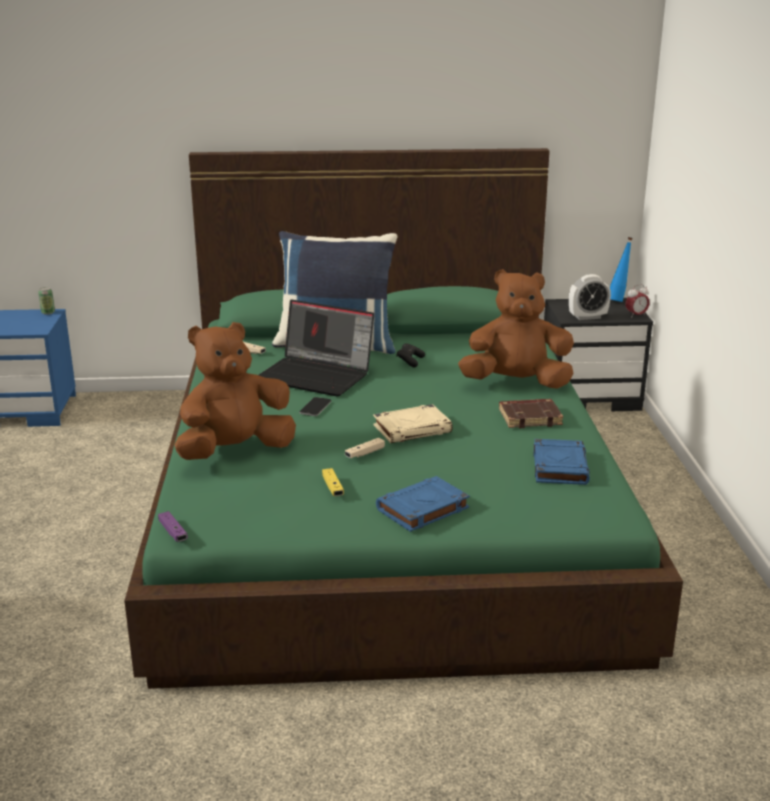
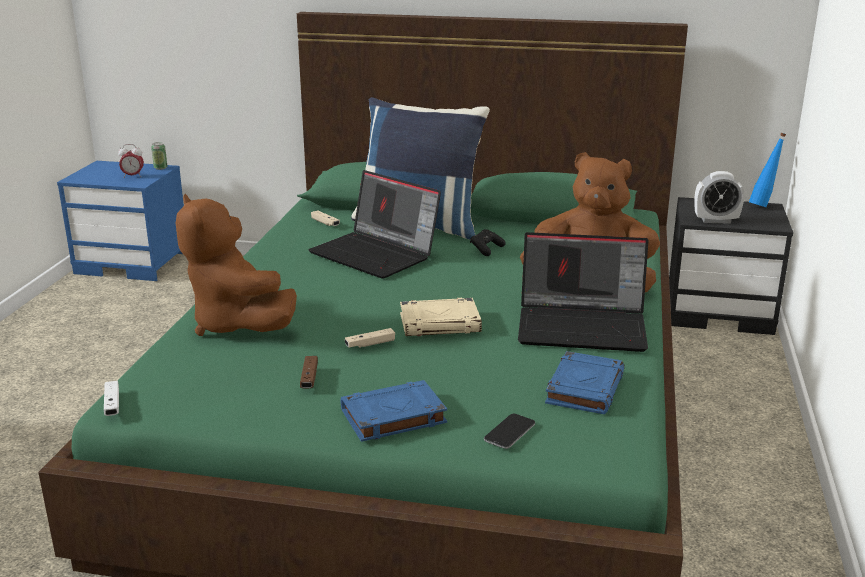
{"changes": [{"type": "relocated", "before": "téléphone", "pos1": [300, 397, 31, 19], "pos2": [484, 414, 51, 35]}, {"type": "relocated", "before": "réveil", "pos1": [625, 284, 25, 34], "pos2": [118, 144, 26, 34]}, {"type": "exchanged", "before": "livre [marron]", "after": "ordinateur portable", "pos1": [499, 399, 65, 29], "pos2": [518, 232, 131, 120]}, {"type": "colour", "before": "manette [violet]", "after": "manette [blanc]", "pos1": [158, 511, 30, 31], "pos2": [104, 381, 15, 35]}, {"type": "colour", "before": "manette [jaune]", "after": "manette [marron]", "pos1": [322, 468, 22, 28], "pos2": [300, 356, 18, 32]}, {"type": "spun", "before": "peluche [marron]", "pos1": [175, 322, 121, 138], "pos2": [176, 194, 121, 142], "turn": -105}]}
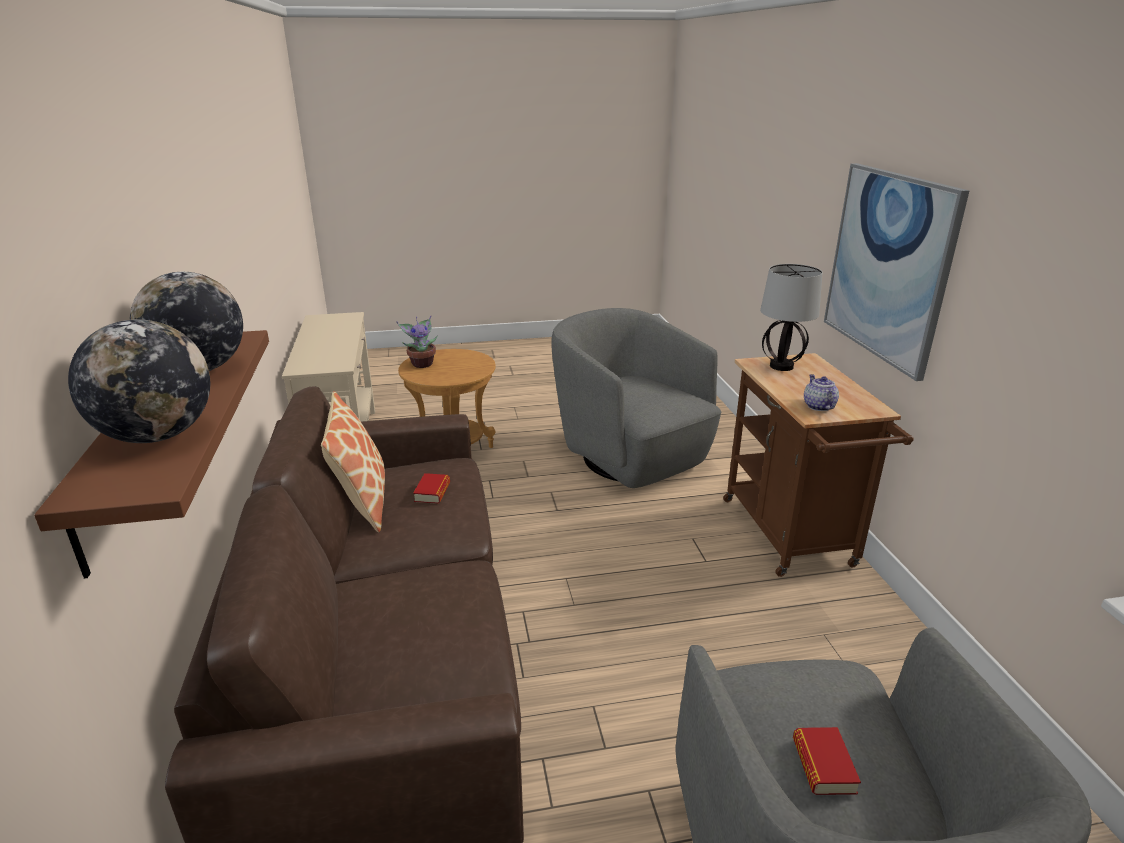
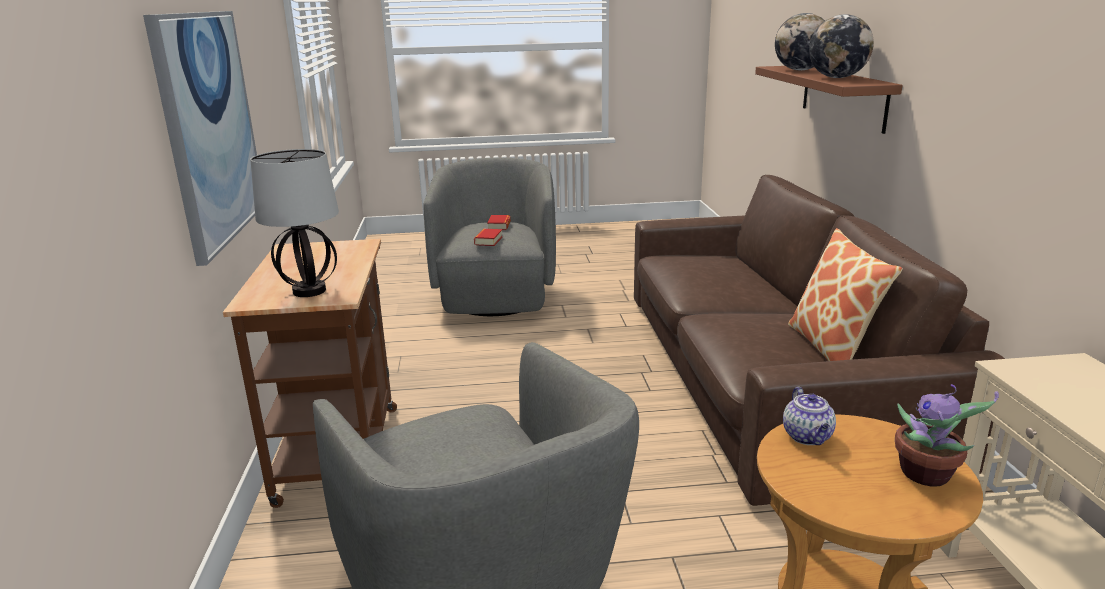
{"changes": [{"type": "relocated", "before": "livre", "pos1": [413, 473, 37, 31], "pos2": [474, 229, 29, 17]}, {"type": "relocated", "before": "théière", "pos1": [804, 374, 35, 37], "pos2": [783, 387, 53, 58]}]}
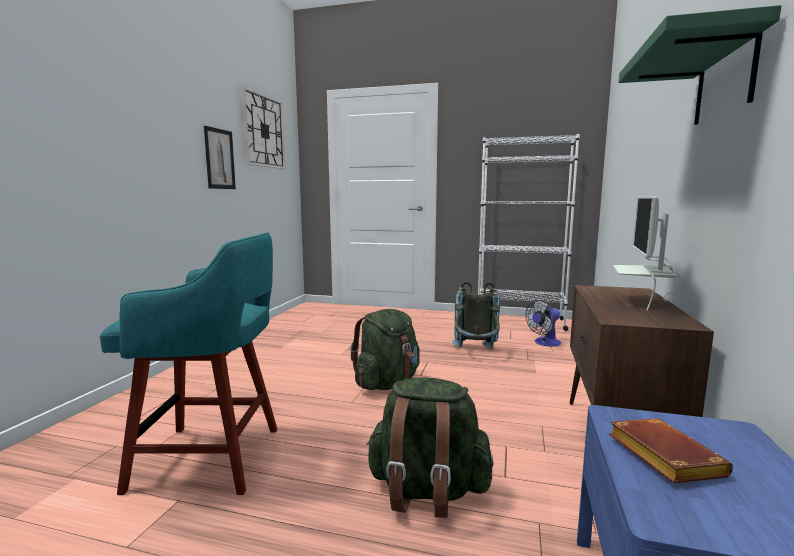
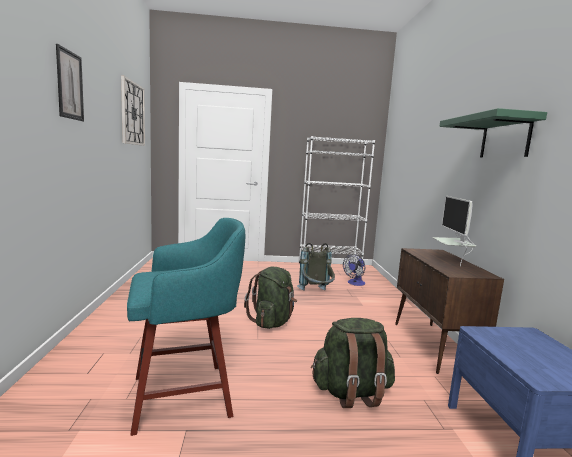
{"changes": [{"type": "missing", "before": "livre [marron]", "pos1": [609, 418, 124, 65]}, {"type": "relocated", "before": "tableau", "pos1": [204, 126, 32, 63], "pos2": [56, 44, 28, 77]}]}
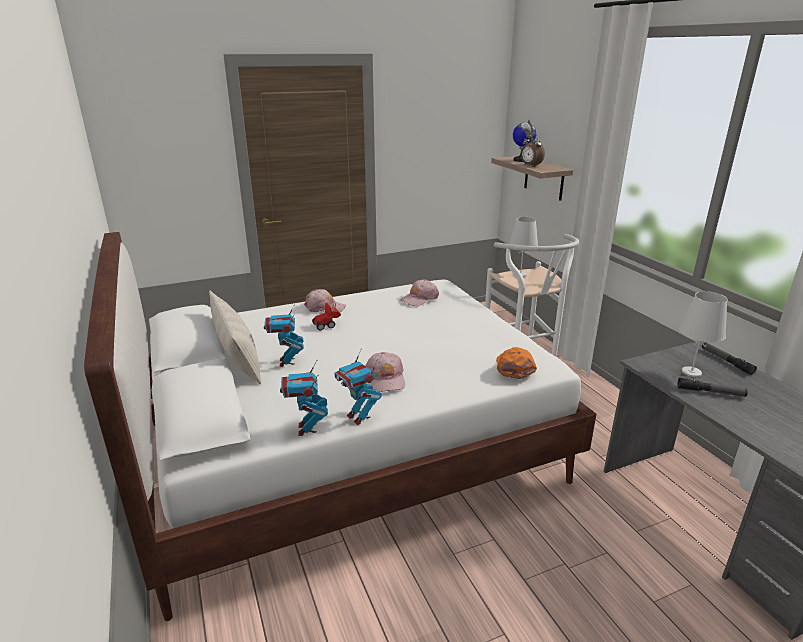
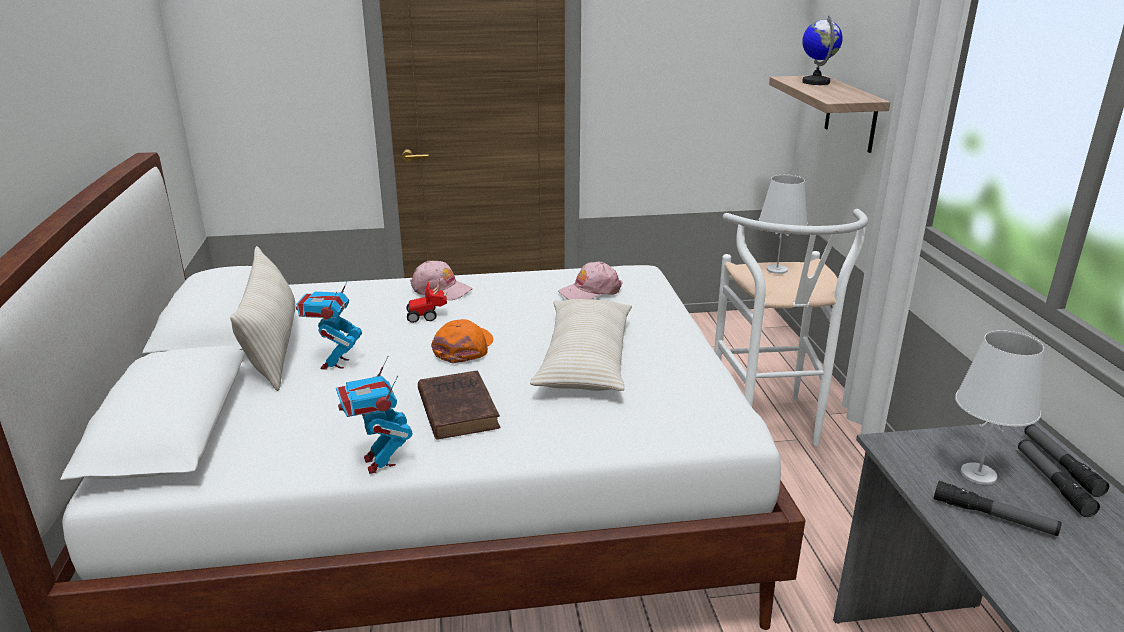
{"changes": [{"type": "missing", "before": "robot jouet", "pos1": [280, 361, 48, 75]}, {"type": "missing", "before": "réveil", "pos1": [520, 133, 25, 34]}, {"type": "appeared", "after": "coussin [beige]", "pos2": [530, 299, 102, 92]}, {"type": "appeared", "after": "lampe de poche", "pos2": [1018, 440, 82, 77]}, {"type": "relocated", "before": "casquette [orange]", "pos1": [496, 347, 41, 32], "pos2": [431, 319, 62, 45]}, {"type": "exchanged", "before": "casquette [rose]", "after": "livre [marron]", "pos1": [365, 352, 40, 40], "pos2": [418, 371, 82, 69]}]}
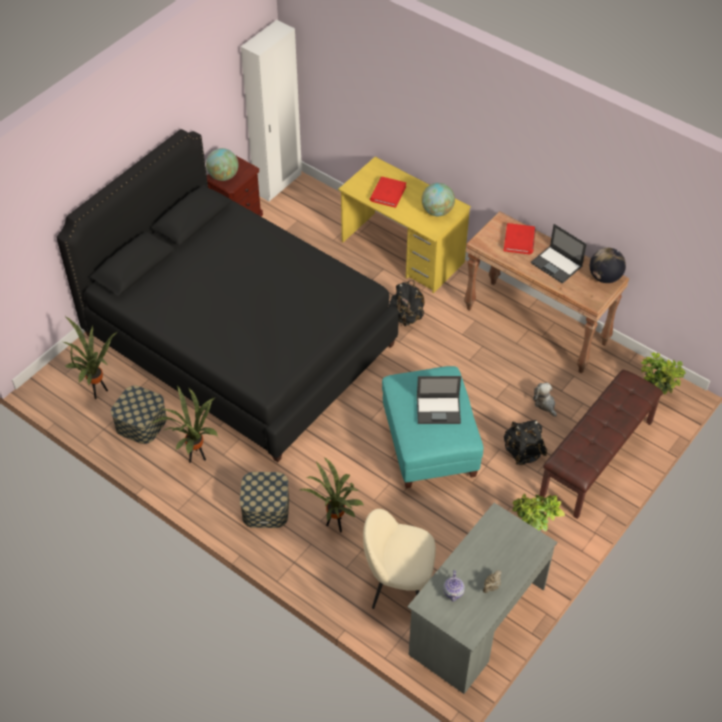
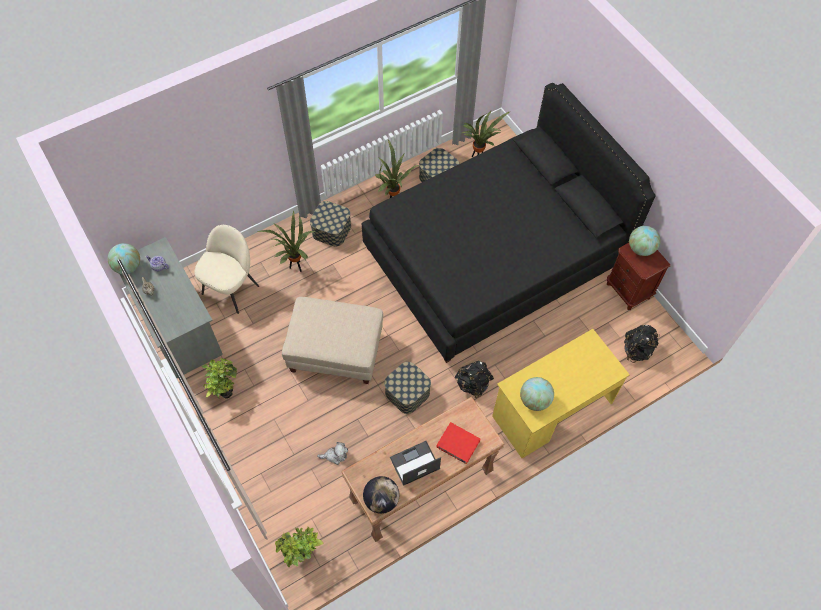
{"changes": [{"type": "missing", "before": "armoire [blanc]", "pos1": [241, 20, 61, 182]}, {"type": "missing", "before": "livre [rouge]", "pos1": [370, 177, 36, 31]}, {"type": "missing", "before": "ordinateur portable", "pos1": [417, 376, 44, 48]}, {"type": "missing", "before": "banc [marron]", "pos1": [539, 370, 124, 149]}, {"type": "appeared", "after": "globe", "pos2": [108, 243, 32, 31]}, {"type": "appeared", "after": "boîte de rangement", "pos2": [384, 362, 47, 52]}, {"type": "relocated", "before": "sac à dos [noir]", "pos1": [504, 420, 44, 45], "pos2": [624, 325, 35, 38]}, {"type": "colour", "before": "pouf [turquoise]", "after": "pouf [beige]", "pos1": [382, 366, 101, 122], "pos2": [282, 297, 101, 87]}]}
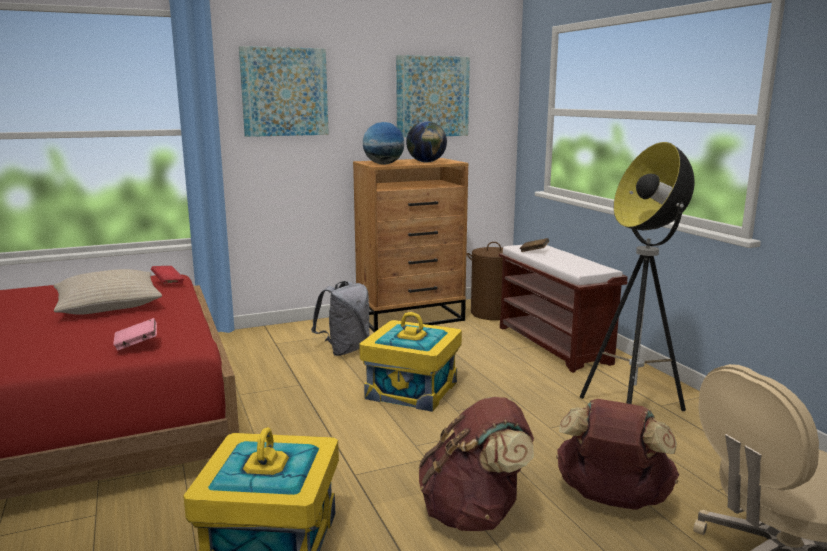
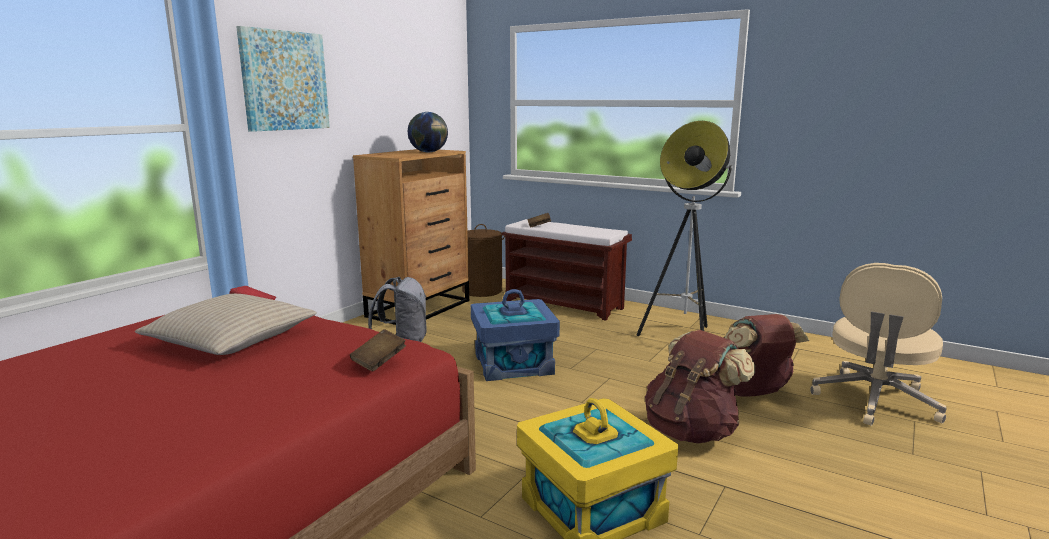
{"changes": [{"type": "missing", "before": "globe", "pos1": [363, 122, 41, 43]}, {"type": "missing", "before": "tableau", "pos1": [396, 55, 74, 82]}, {"type": "colour", "before": "livre [rose]", "after": "livre [marron]", "pos1": [113, 318, 44, 32], "pos2": [350, 329, 56, 43]}, {"type": "colour", "before": "boîte de rangement [jaune]", "after": "boîte de rangement [bleu]", "pos1": [359, 312, 103, 100], "pos2": [471, 289, 89, 92]}]}
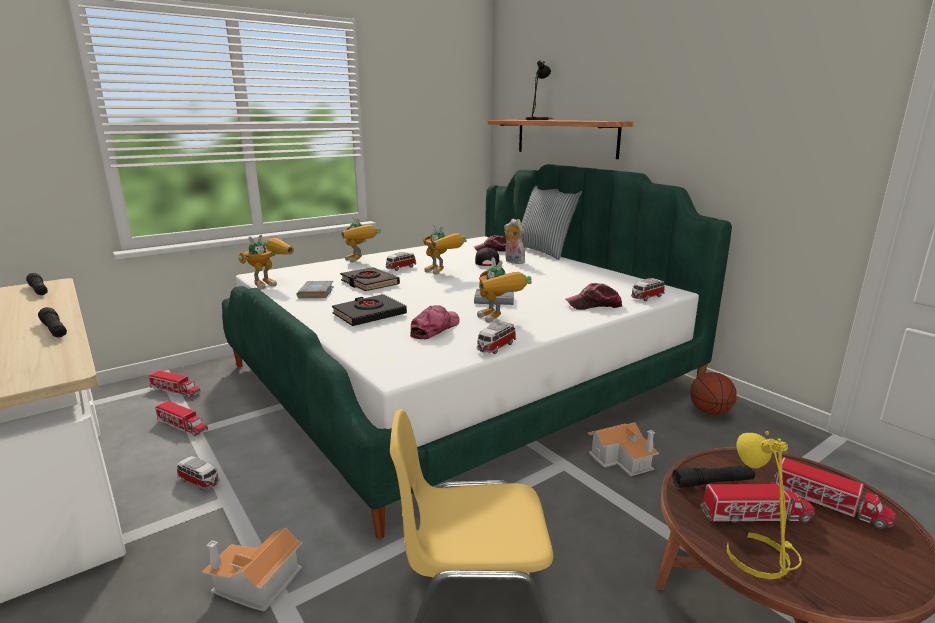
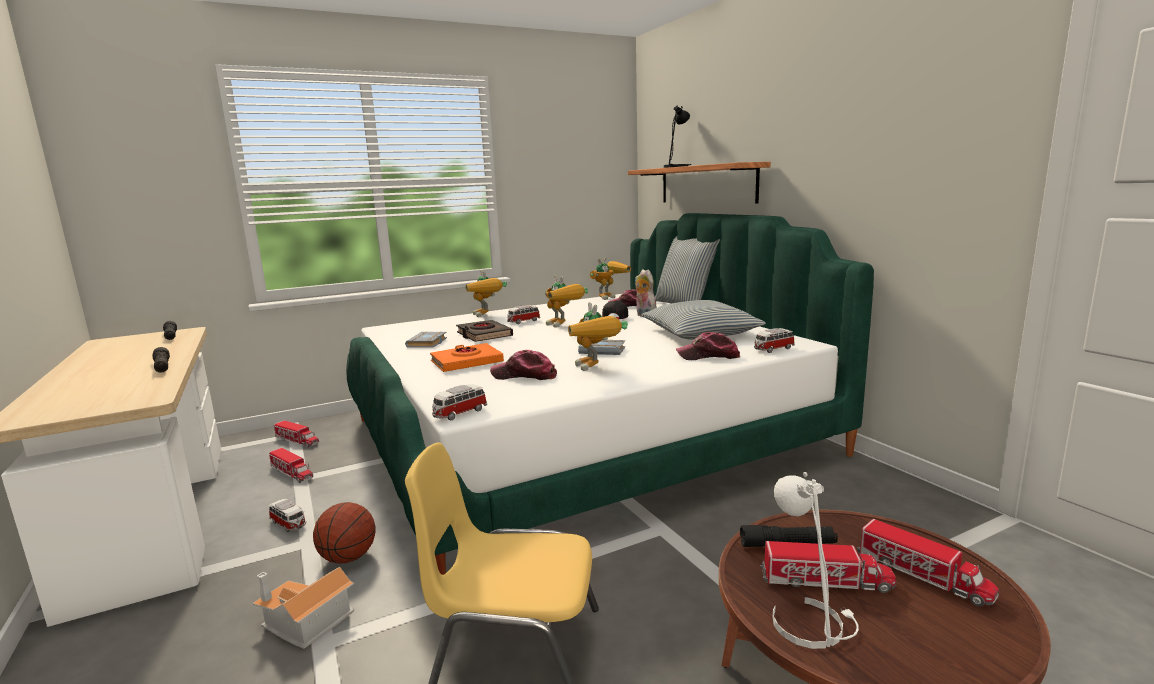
{"changes": [{"type": "missing", "before": "maison miniature", "pos1": [588, 422, 71, 54]}, {"type": "appeared", "after": "coussin", "pos2": [642, 300, 124, 40]}, {"type": "relocated", "before": "robot jouet", "pos1": [238, 235, 56, 55], "pos2": [590, 257, 41, 43]}, {"type": "relocated", "before": "petite voiture", "pos1": [477, 321, 39, 33], "pos2": [432, 384, 55, 36]}, {"type": "relocated", "before": "ballon de basket", "pos1": [690, 372, 47, 43], "pos2": [313, 502, 62, 62]}, {"type": "colour", "before": "livre [noir]", "after": "livre [orange]", "pos1": [332, 294, 75, 32], "pos2": [430, 343, 74, 29]}, {"type": "colour", "before": "lampe de table [jaune]", "after": "lampe de table [blanc]", "pos1": [727, 431, 75, 148], "pos2": [773, 472, 86, 177]}, {"type": "spun", "before": "casquette", "pos1": [410, 305, 49, 34], "pos2": [490, 350, 67, 30], "turn": -120}]}
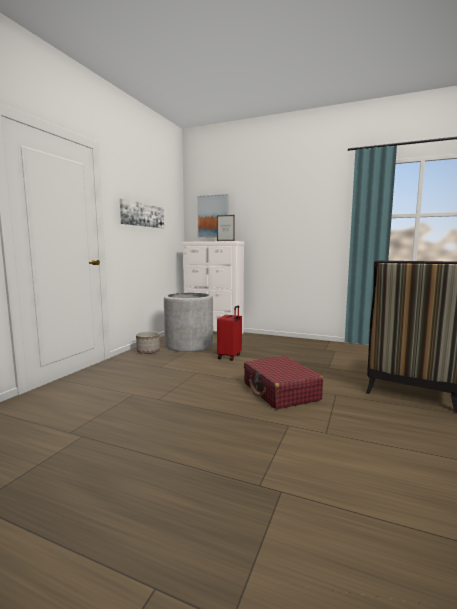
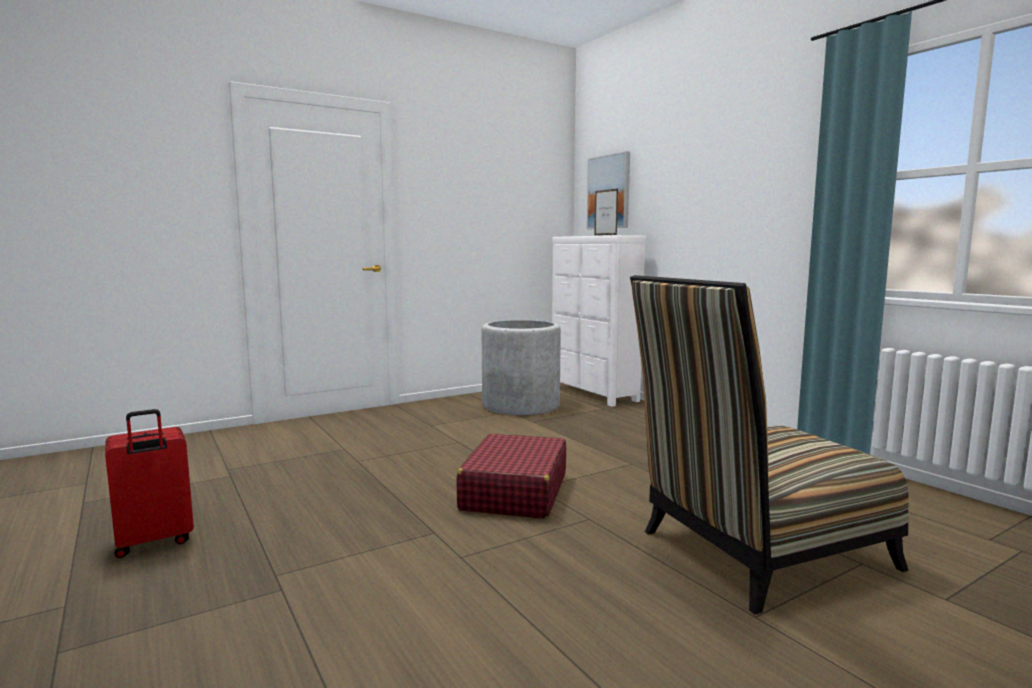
{"changes": [{"type": "missing", "before": "tableau", "pos1": [120, 199, 44, 29]}, {"type": "missing", "before": "cache-pot", "pos1": [136, 331, 24, 23]}, {"type": "relocated", "before": "valise [rouge]", "pos1": [217, 306, 25, 55], "pos2": [105, 409, 89, 149]}]}
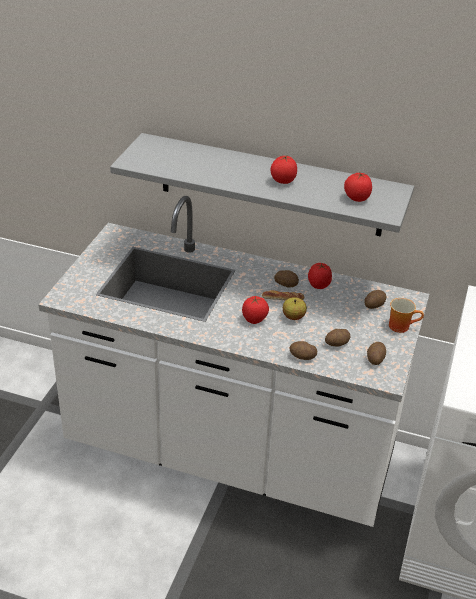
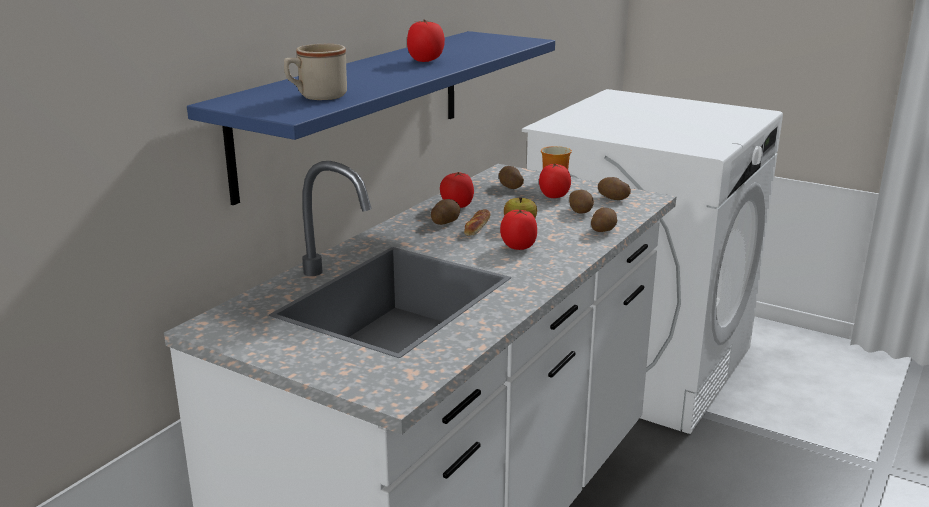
{"changes": [{"type": "appeared", "after": "mug [beige]", "pos2": [284, 44, 63, 56]}, {"type": "relocated", "before": "tomate", "pos1": [344, 172, 28, 30], "pos2": [539, 163, 32, 35]}, {"type": "colour", "before": "étagère [gris]", "after": "étagère [bleu]", "pos1": [110, 133, 304, 104], "pos2": [187, 31, 368, 174]}]}
